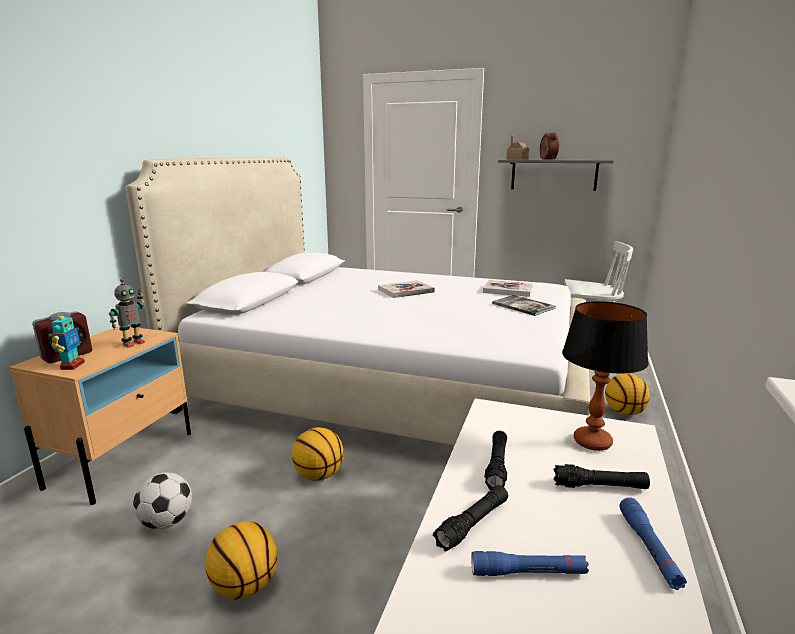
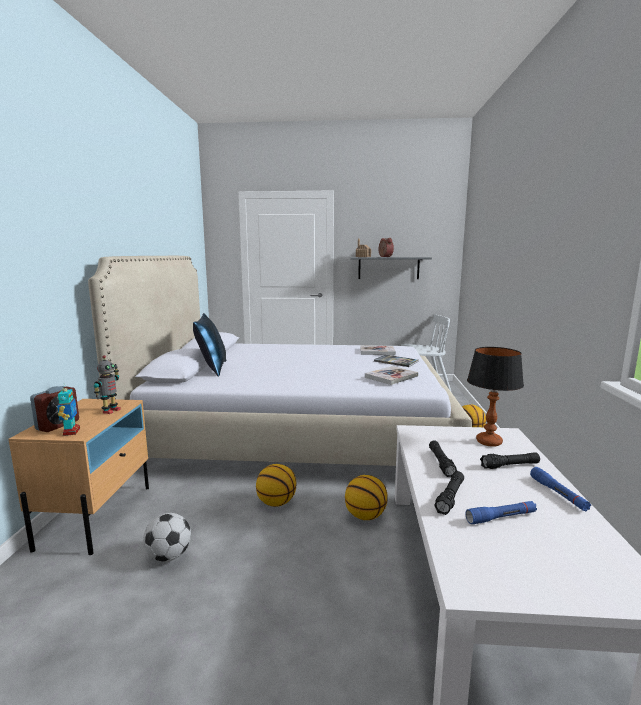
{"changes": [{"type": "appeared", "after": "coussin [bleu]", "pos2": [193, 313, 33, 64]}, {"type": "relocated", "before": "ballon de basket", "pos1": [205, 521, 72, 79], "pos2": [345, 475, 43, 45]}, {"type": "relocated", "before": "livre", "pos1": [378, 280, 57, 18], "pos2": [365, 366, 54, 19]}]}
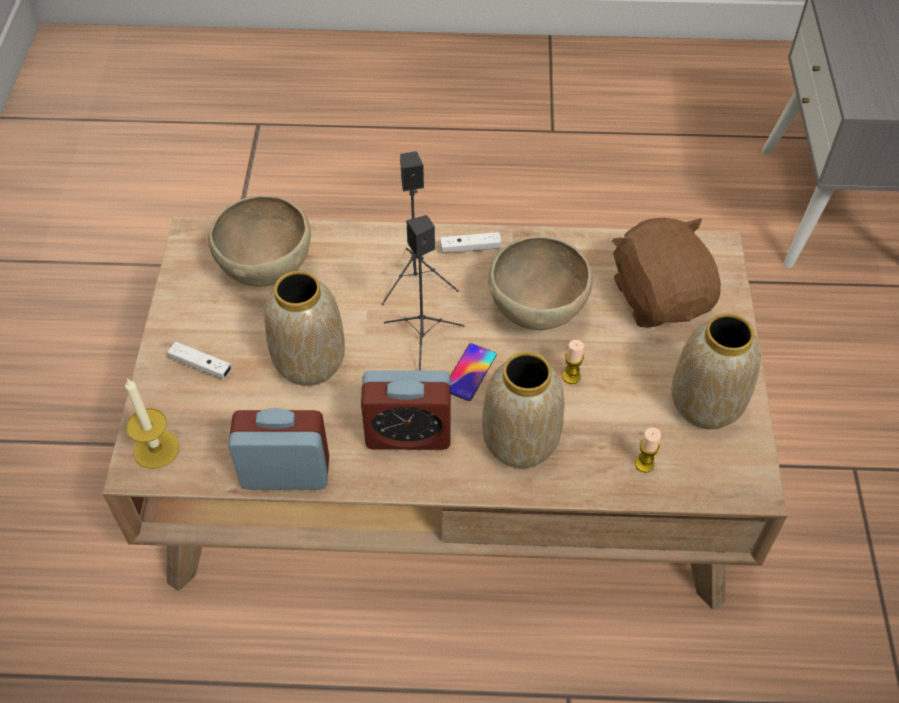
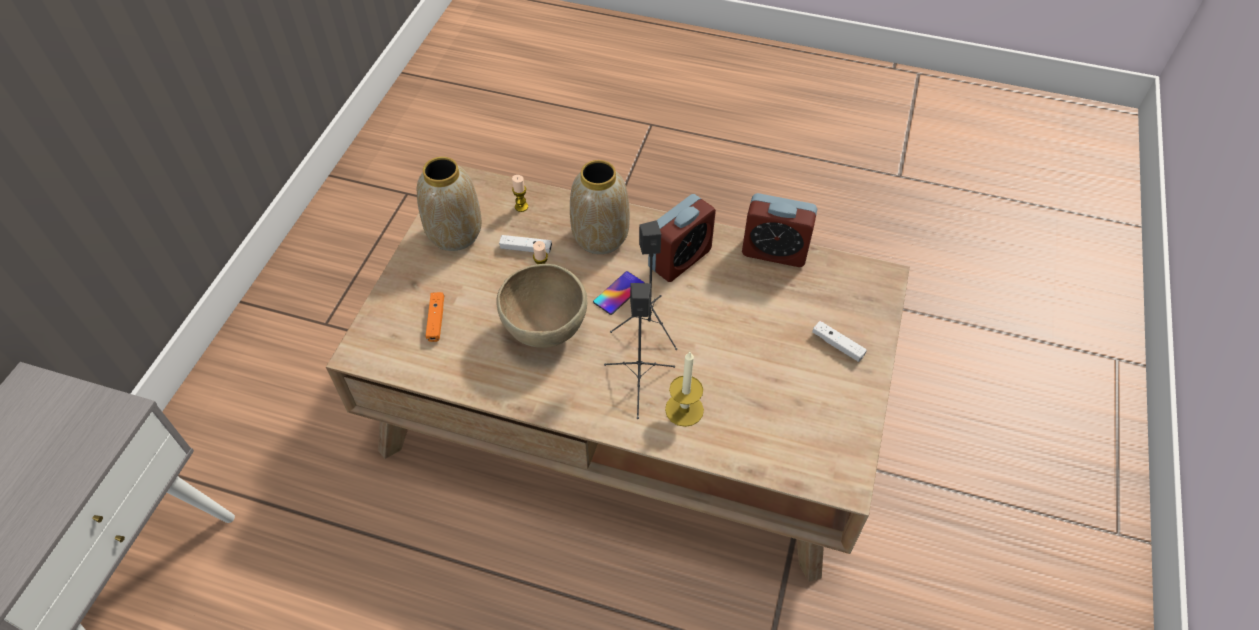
{"changes": [{"type": "missing", "before": "bol [marron]", "pos1": [208, 195, 103, 92]}, {"type": "missing", "before": "vase", "pos1": [264, 271, 81, 115]}, {"type": "relocated", "before": "bougie", "pos1": [125, 378, 54, 91], "pos2": [665, 352, 39, 75]}, {"type": "relocated", "before": "manette [blanc]", "pos1": [440, 232, 61, 20], "pos2": [499, 235, 53, 18]}, {"type": "exchanged", "before": "peluche [marron]", "after": "manette [orange]", "pos1": [612, 218, 109, 110], "pos2": [426, 292, 18, 50]}, {"type": "spun", "before": "réveil", "pos1": [361, 371, 89, 79], "pos2": [648, 194, 68, 88], "turn": 120}]}
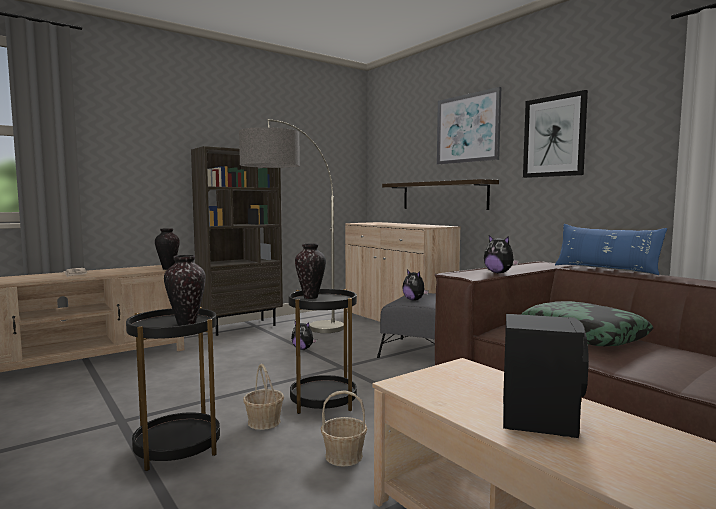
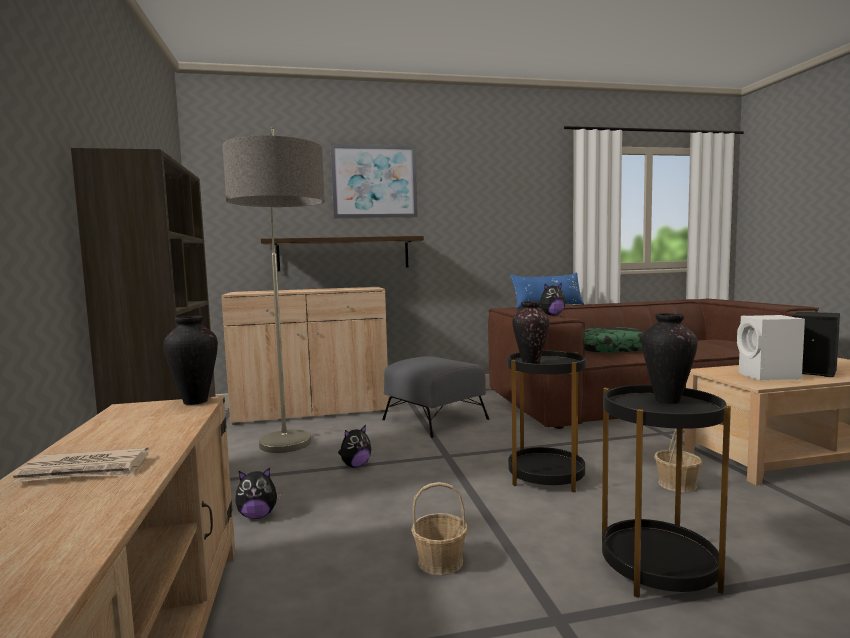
{"changes": [{"type": "missing", "before": "tableau", "pos1": [523, 90, 65, 88]}, {"type": "appeared", "after": "enceinte [blanc]", "pos2": [737, 315, 68, 65]}, {"type": "relocated", "before": "panier", "pos1": [243, 364, 41, 66], "pos2": [411, 482, 57, 94]}, {"type": "relocated", "before": "peluche", "pos1": [402, 270, 27, 31], "pos2": [235, 468, 46, 51]}]}
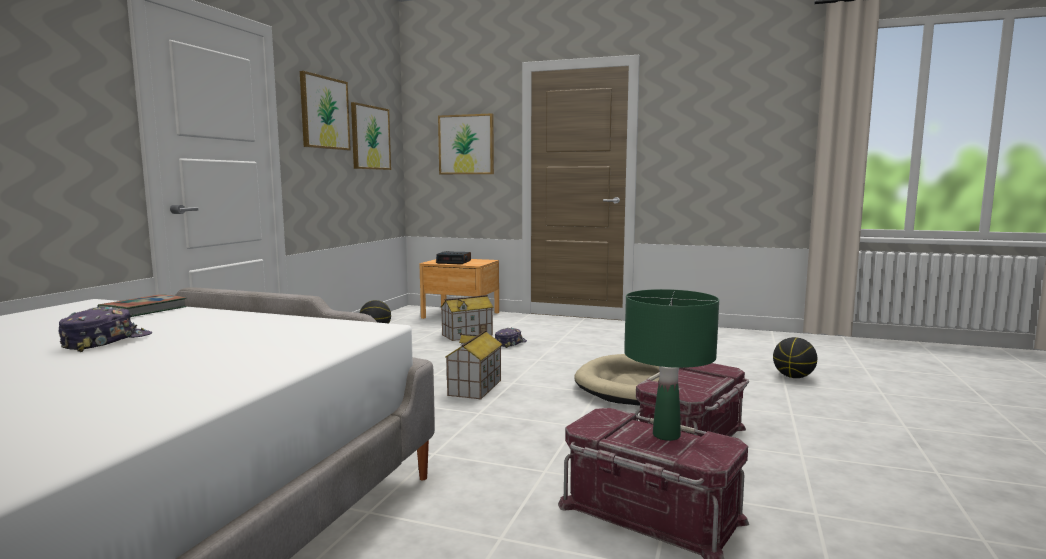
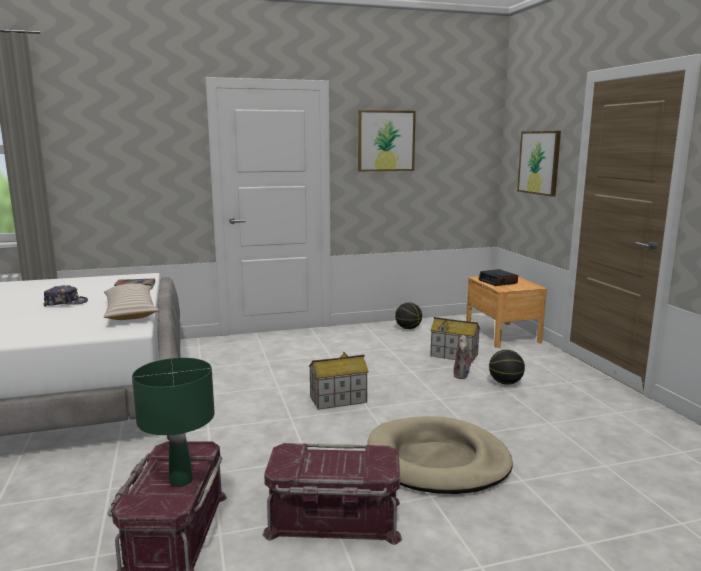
{"changes": [{"type": "missing", "before": "tableau", "pos1": [351, 102, 40, 68]}, {"type": "appeared", "after": "coussin [beige]", "pos2": [104, 283, 55, 37]}, {"type": "relocated", "before": "ballon de basket", "pos1": [773, 337, 45, 41], "pos2": [489, 350, 36, 35]}, {"type": "exchanged", "before": "casquette", "after": "peluche", "pos1": [495, 328, 32, 20], "pos2": [453, 335, 20, 44]}]}
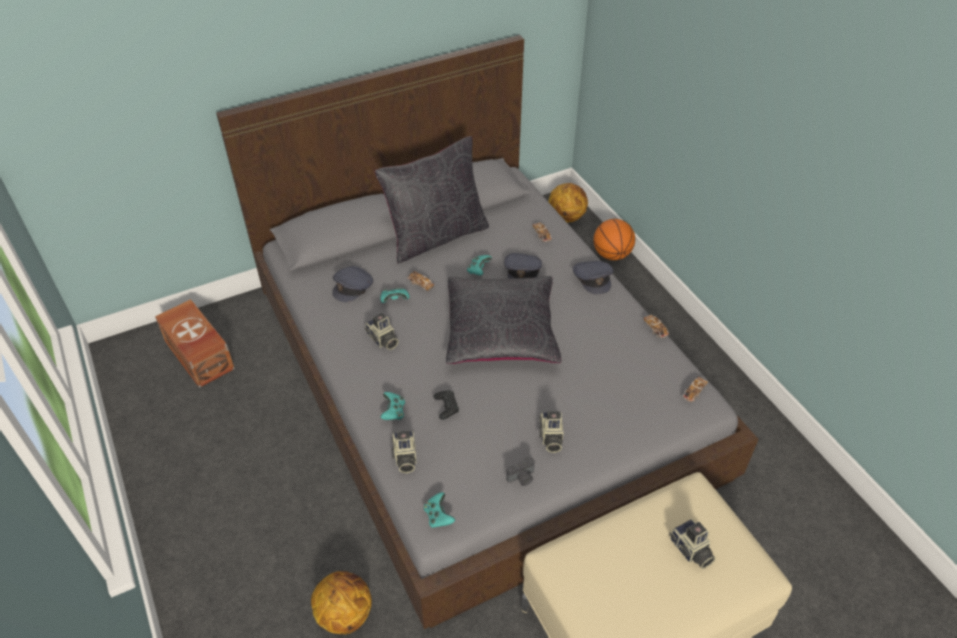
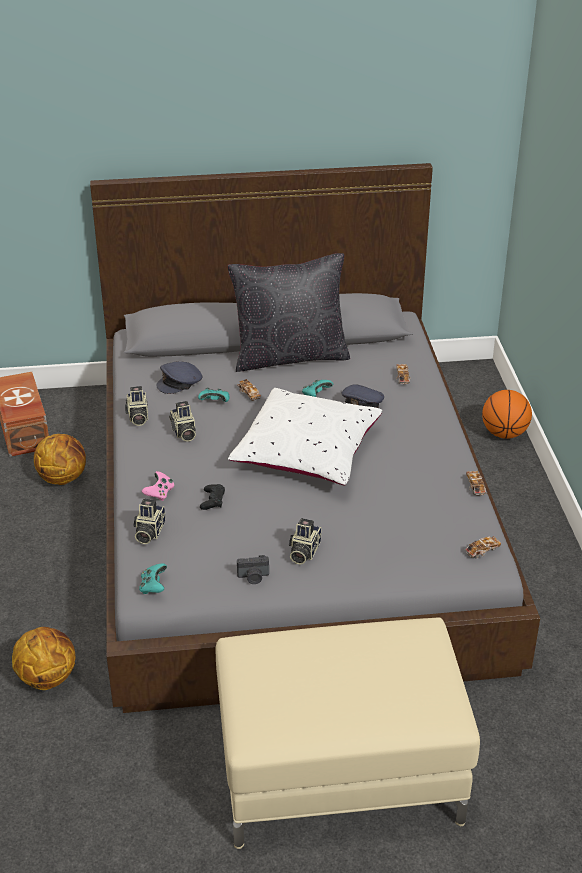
{"changes": [{"type": "missing", "before": "casquette [gris]", "pos1": [573, 261, 40, 33]}, {"type": "relocated", "before": "ballon de basket", "pos1": [549, 183, 39, 40], "pos2": [34, 434, 52, 51]}, {"type": "relocated", "before": "appareil photo", "pos1": [669, 519, 47, 50], "pos2": [125, 386, 23, 40]}, {"type": "colour", "before": "manette [turquoise]", "after": "manette [rose]", "pos1": [380, 392, 25, 28], "pos2": [142, 471, 32, 30]}, {"type": "colour", "before": "coussin [noir]", "after": "coussin [blanc]", "pos1": [446, 276, 115, 88], "pos2": [228, 388, 154, 98]}]}
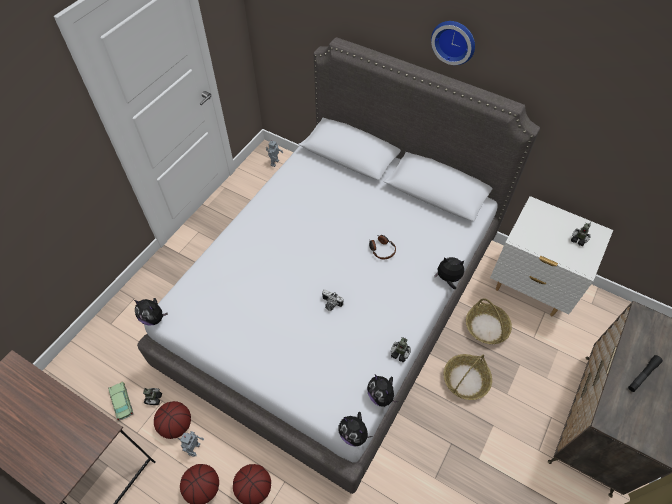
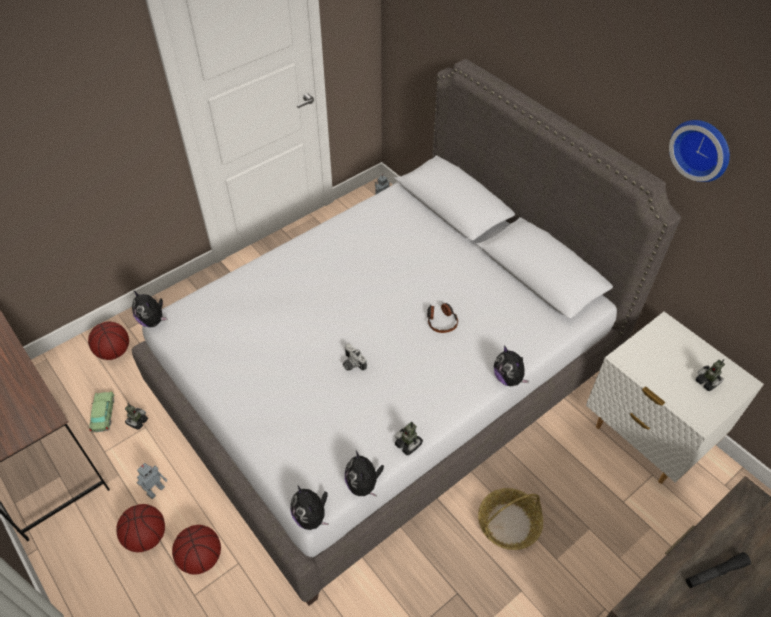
{"changes": [{"type": "missing", "before": "panier", "pos1": [466, 298, 46, 46]}, {"type": "relocated", "before": "ballon de basket", "pos1": [154, 401, 37, 38], "pos2": [88, 321, 41, 39]}, {"type": "relocated", "before": "horloge murale", "pos1": [431, 21, 44, 44], "pos2": [669, 120, 61, 62]}, {"type": "spun", "before": "peluche", "pos1": [435, 257, 29, 32], "pos2": [494, 345, 35, 41], "turn": -150}]}
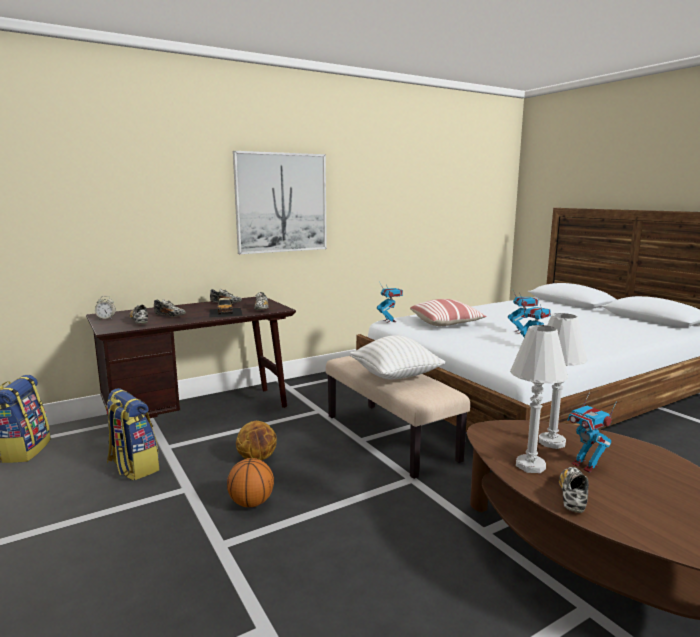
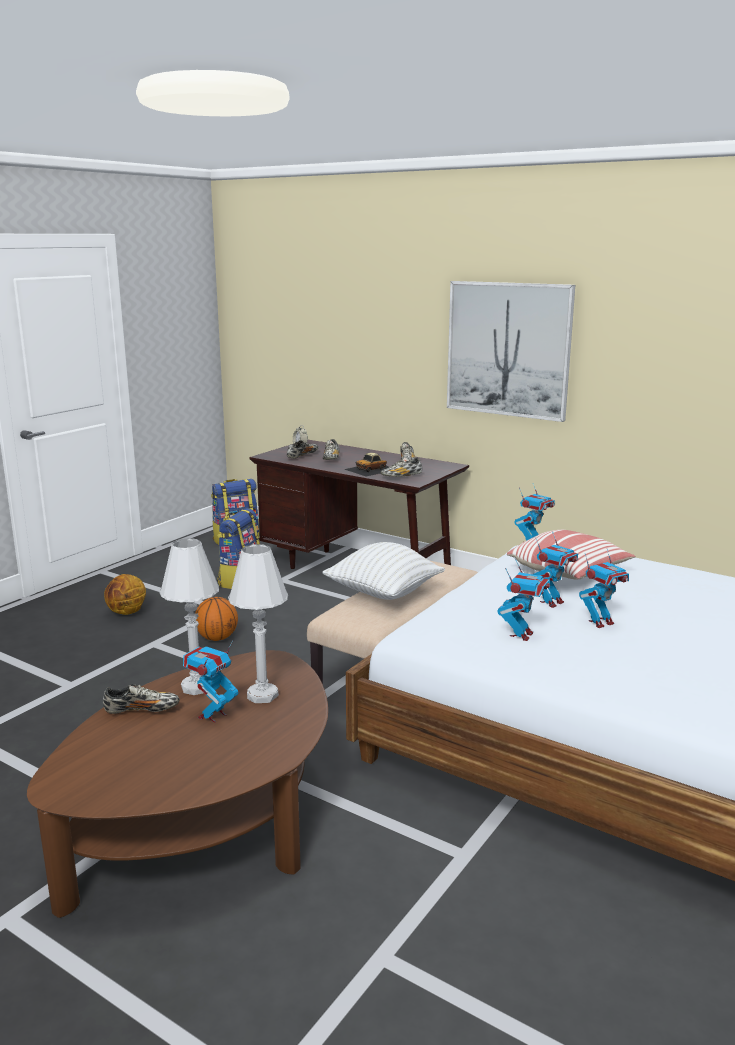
{"changes": [{"type": "appeared", "after": "robot jouet", "pos2": [532, 531, 46, 77]}, {"type": "relocated", "before": "ballon de basket", "pos1": [236, 421, 41, 39], "pos2": [104, 574, 42, 41]}]}
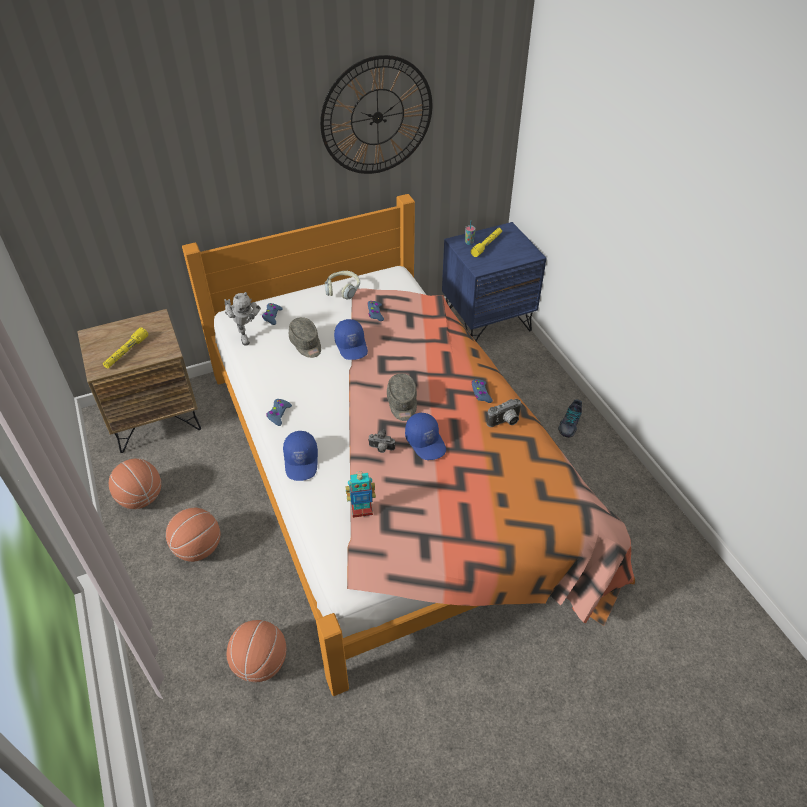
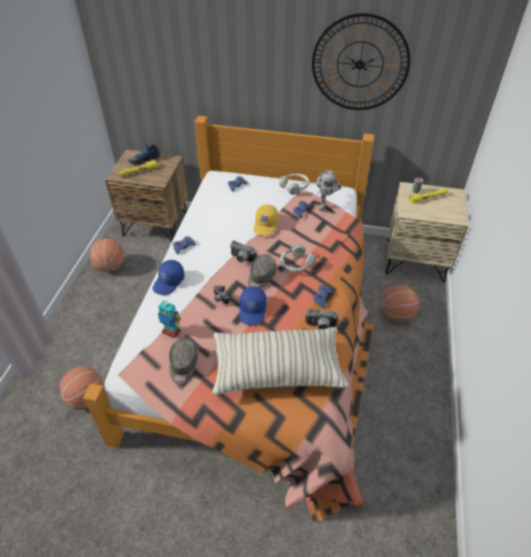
{"changes": [{"type": "appeared", "after": "coussin", "pos2": [212, 327, 137, 68]}, {"type": "appeared", "after": "appareil photo", "pos2": [230, 240, 27, 23]}, {"type": "appeared", "after": "casque audio", "pos2": [280, 244, 36, 28]}, {"type": "relocated", "before": "ballon de basket", "pos1": [166, 508, 54, 54], "pos2": [381, 285, 38, 37]}, {"type": "relocated", "before": "robot jouet", "pos1": [224, 292, 37, 54], "pos2": [316, 171, 25, 40]}, {"type": "relocated", "before": "casquette [gris]", "pos1": [289, 317, 32, 41], "pos2": [169, 338, 29, 46]}, {"type": "relocated", "before": "chaussure", "pos1": [558, 399, 24, 39], "pos2": [128, 143, 32, 22]}, {"type": "colour", "before": "casquette [bleu]", "after": "casquette [jaune]", "pos1": [334, 319, 34, 41], "pos2": [254, 205, 24, 31]}, {"type": "colour", "before": "table de chevet [bleu]", "after": "table de chevet [beige]", "pos1": [442, 222, 105, 119], "pos2": [385, 182, 84, 100]}]}
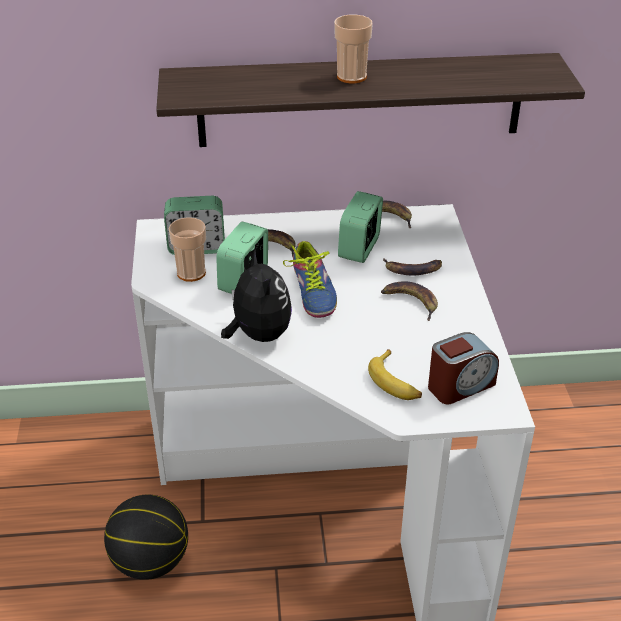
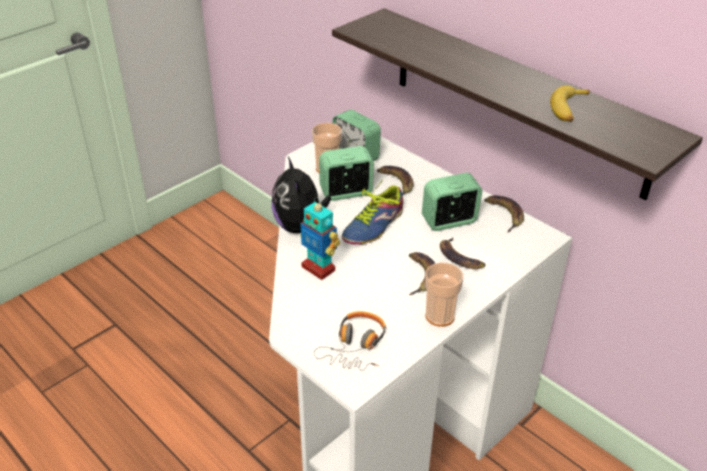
{"changes": [{"type": "missing", "before": "ballon de basket", "pos1": [104, 494, 84, 86]}, {"type": "appeared", "after": "robot jouet", "pos2": [300, 197, 40, 83]}, {"type": "relocated", "before": "tasse", "pos1": [334, 15, 39, 68], "pos2": [425, 262, 38, 65]}, {"type": "relocated", "before": "banane", "pos1": [368, 349, 54, 51], "pos2": [550, 85, 40, 37]}, {"type": "exchanged", "before": "réveil", "after": "casque audio", "pos1": [428, 332, 71, 73], "pos2": [314, 311, 72, 60]}, {"type": "spun", "before": "peluche", "pos1": [221, 250, 71, 92], "pos2": [272, 157, 59, 76], "turn": 135}]}
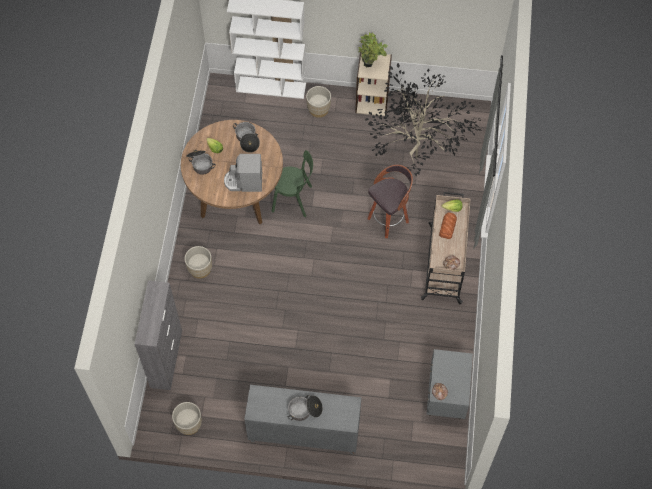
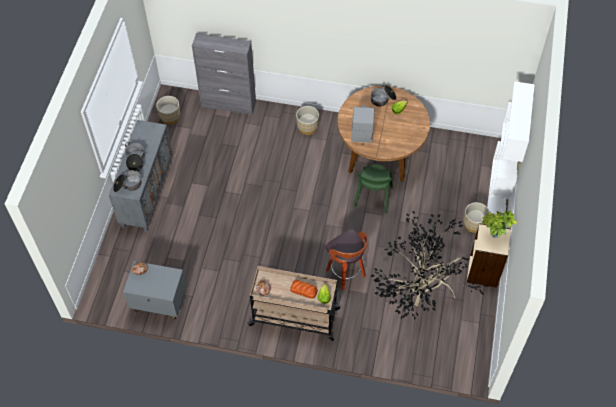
{"changes": [{"type": "relocated", "before": "marmite", "pos1": [233, 122, 27, 31], "pos2": [113, 169, 28, 23]}]}
